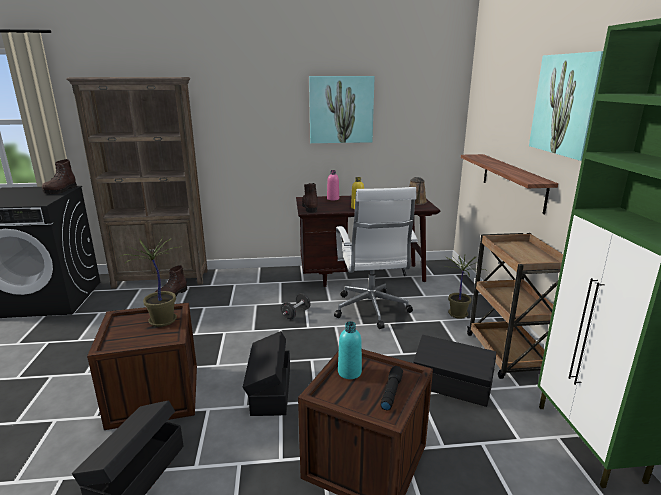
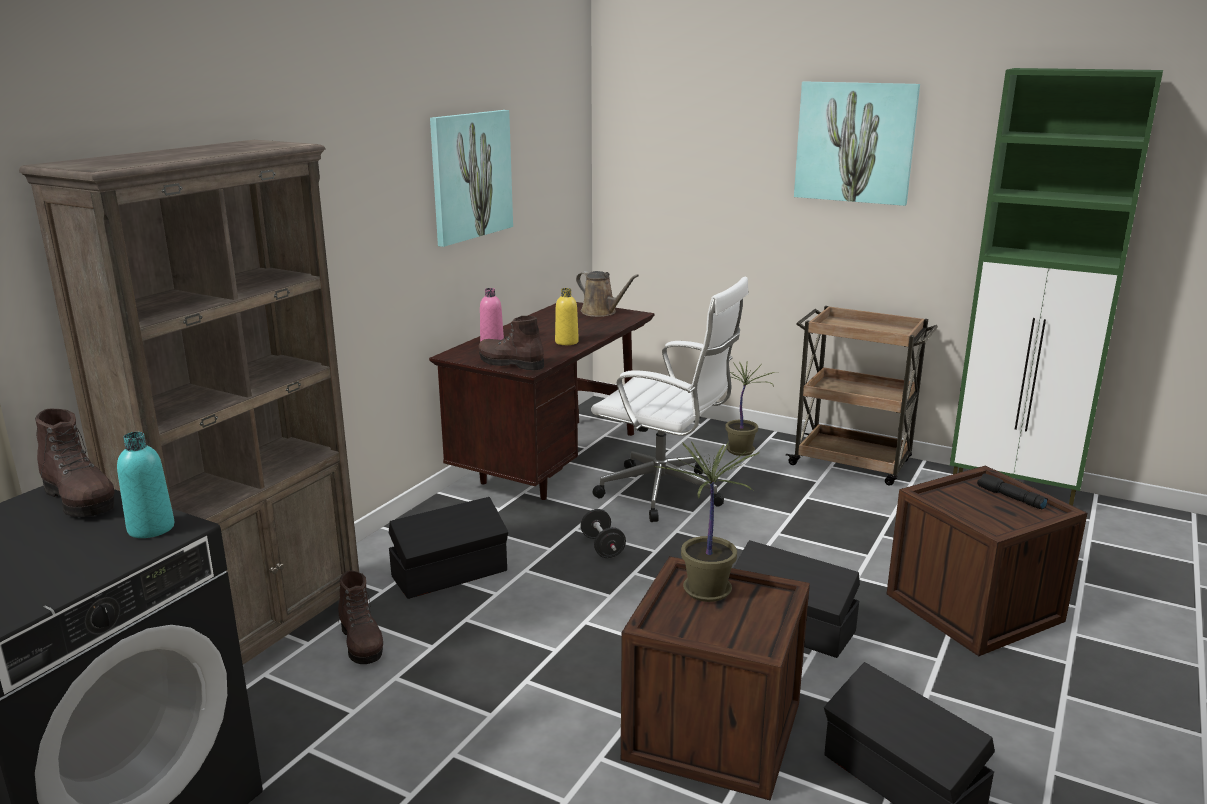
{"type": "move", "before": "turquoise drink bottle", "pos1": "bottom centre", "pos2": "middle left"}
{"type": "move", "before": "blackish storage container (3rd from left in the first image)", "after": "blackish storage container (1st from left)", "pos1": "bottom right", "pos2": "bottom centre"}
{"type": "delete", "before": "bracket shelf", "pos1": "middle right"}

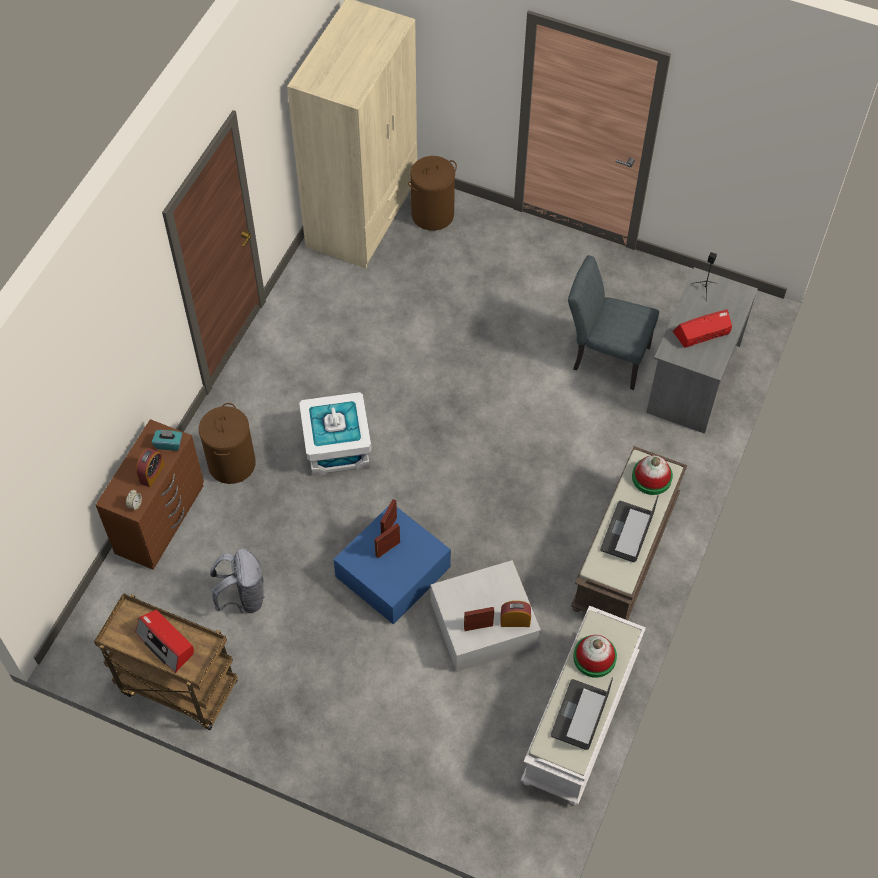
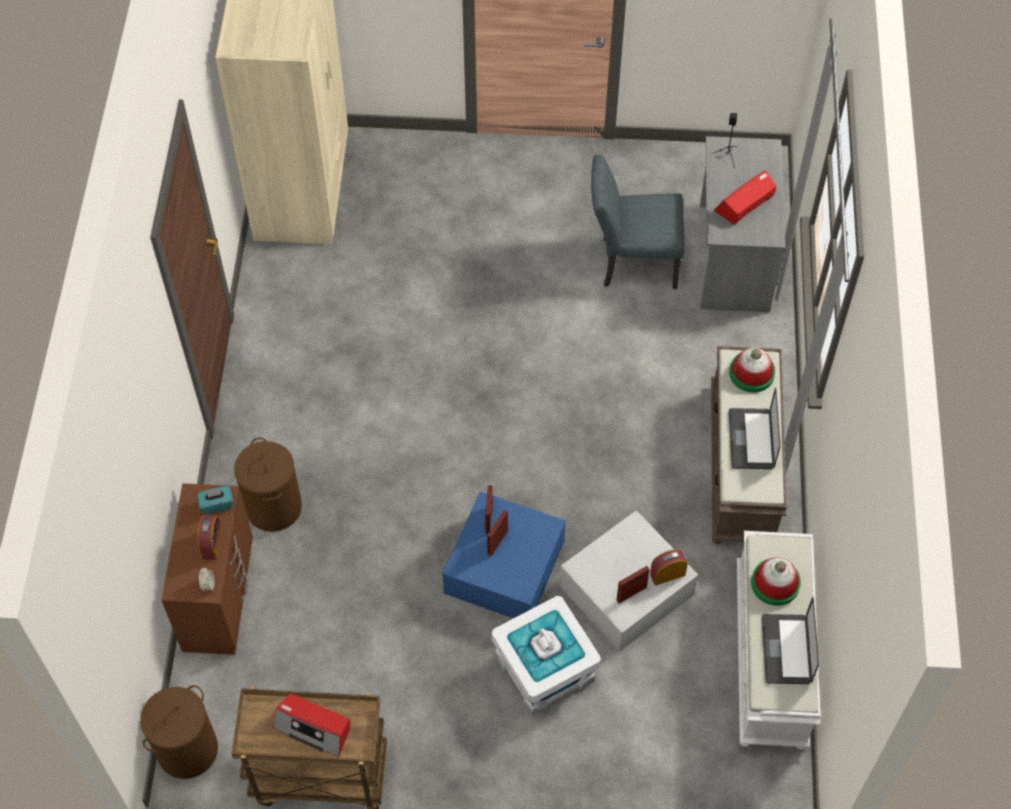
{"type": "move", "before": "brown washing basket (2nd from left in the first image)", "after": "brown washing basket (1st from left)", "pos1": "top centre", "pos2": "bottom left"}
{"type": "move", "before": "whitish storage container (1st from left)", "pos1": "centre", "pos2": "bottom centre"}
{"type": "delete", "before": "greyish knapsack", "pos1": "middle left"}

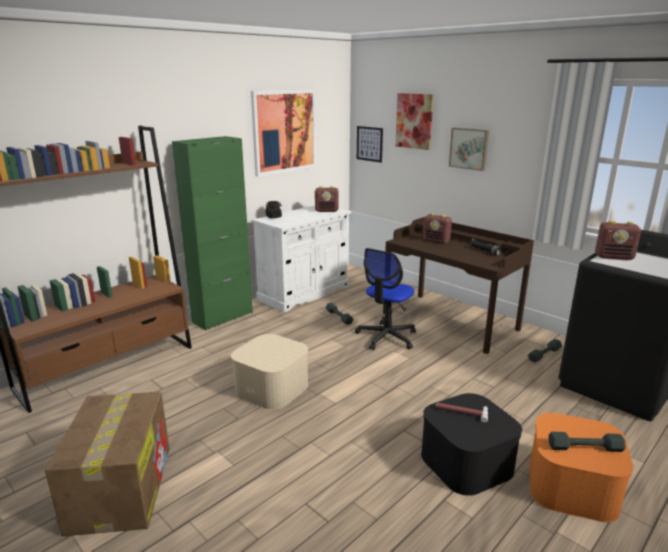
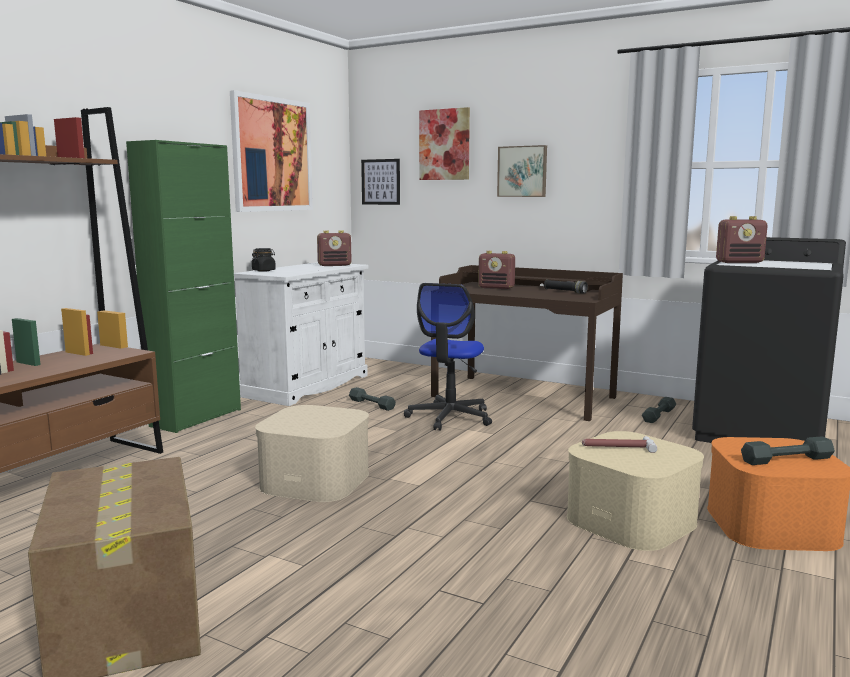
{"type": "recolor", "before": "blackish storage container", "after": "sand-coloured storage container (2nd from left)", "pos1": "bottom right", "pos2": "bottom right"}

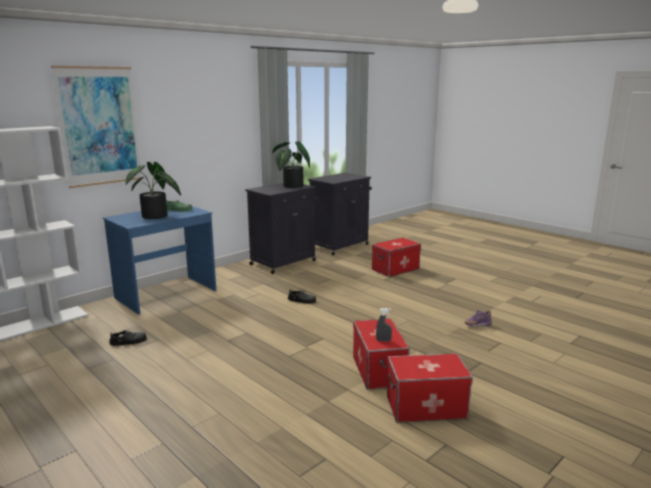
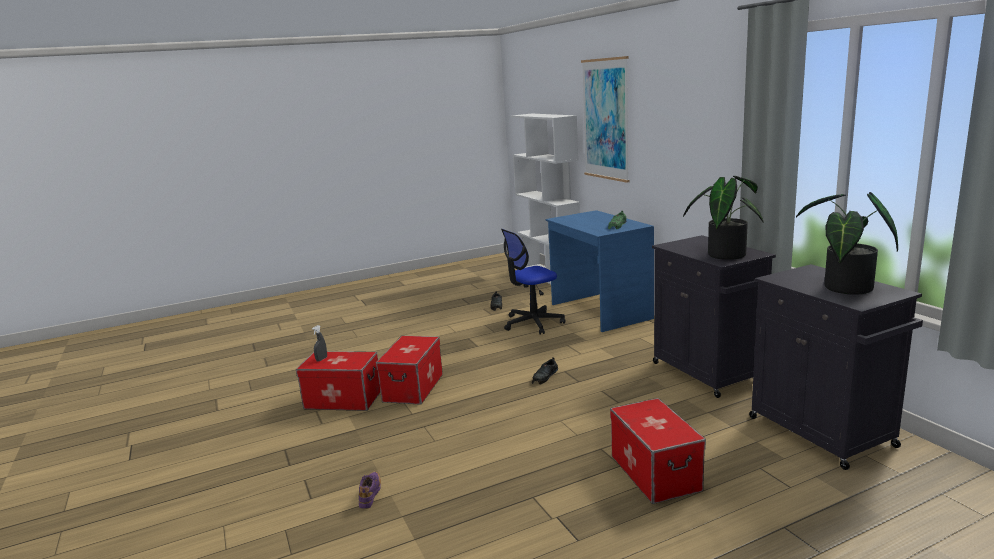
{"type": "move", "before": "storage container (3rd from left in the first image)", "after": "storage container (2nd from left)", "pos1": "bottom centre", "pos2": "centre"}
{"type": "insert", "after": "desk chair", "pos2": "centre"}
{"type": "move", "before": "houseplant (1st from left in the first image)", "after": "houseplant (2nd from left)", "pos1": "middle left", "pos2": "middle right"}

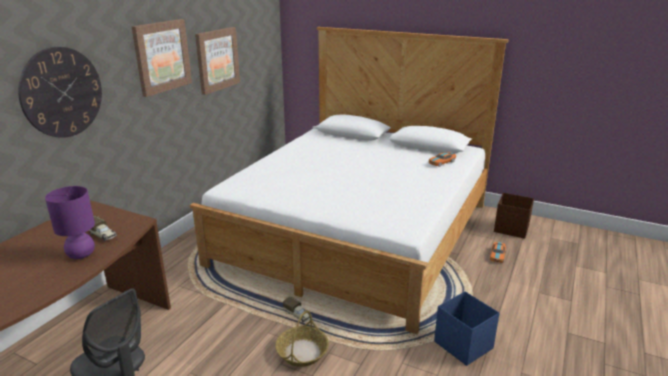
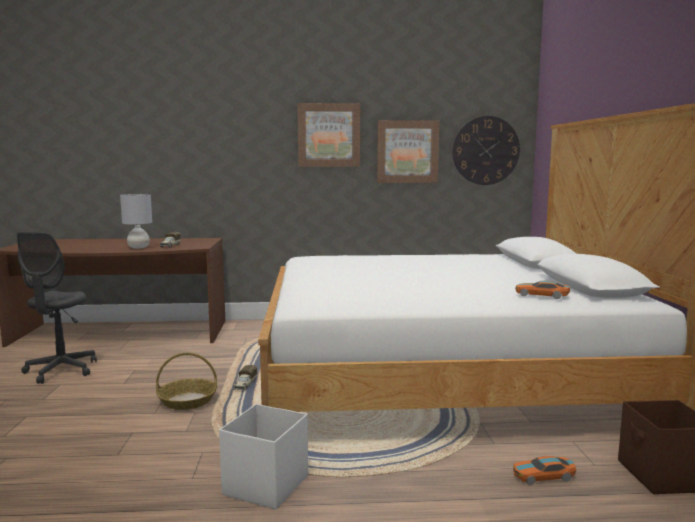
{"type": "recolor", "before": "purplish lamp for a table", "after": "greyish lamp for a table", "pos1": "middle left", "pos2": "middle left"}
{"type": "recolor", "before": "blue storage container", "after": "whitish storage container", "pos1": "bottom right", "pos2": "bottom centre"}
{"type": "move", "before": "wall clock", "pos1": "top left", "pos2": "top right"}

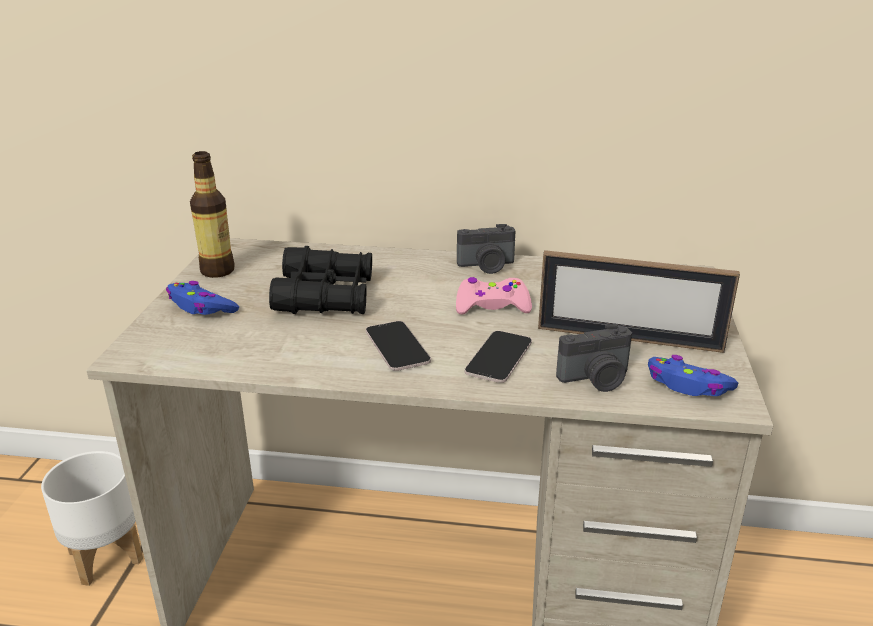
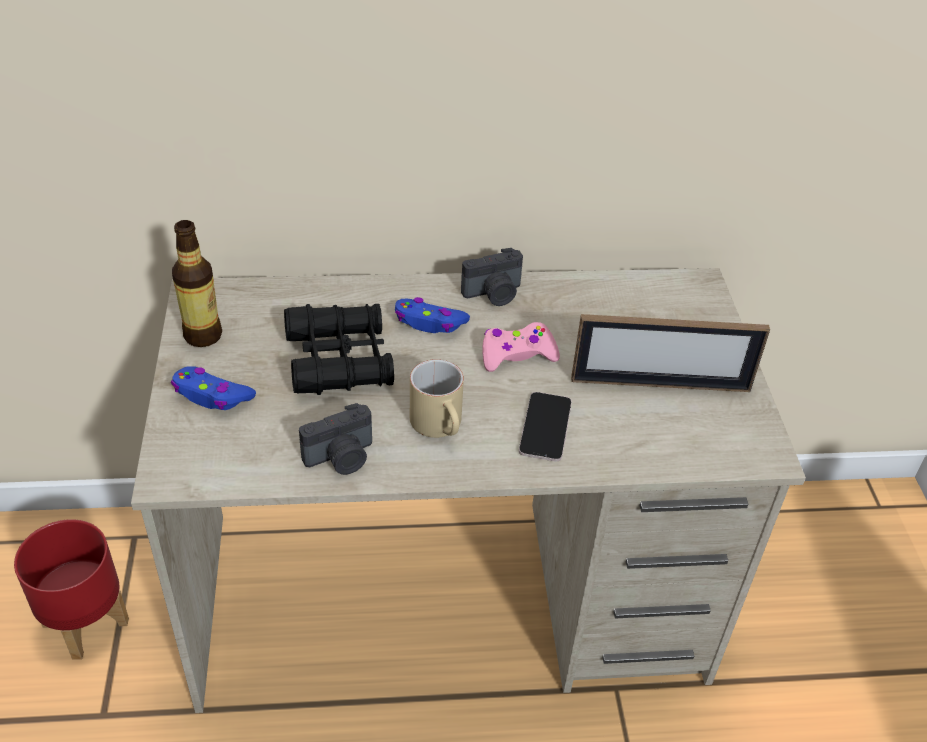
{"type": "recolor", "before": "whitish plant pot", "after": "red-coloured plant pot", "pos1": "bottom left", "pos2": "bottom left"}
{"type": "move", "before": "photo camera (2nd from left in the first image)", "after": "photo camera (1st from left)", "pos1": "middle right", "pos2": "centre"}
{"type": "move", "before": "blue gamepad (2nd from left)", "pos1": "middle right", "pos2": "centre"}
{"type": "replace", "before": "phone (1st from left)", "after": "sand-coloured mug", "pos1": "centre", "pos2": "centre"}

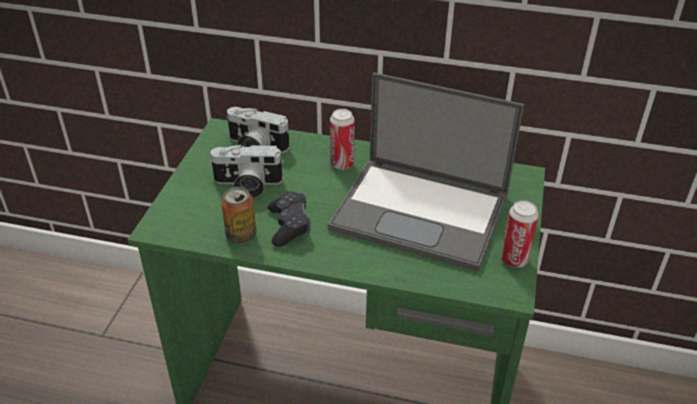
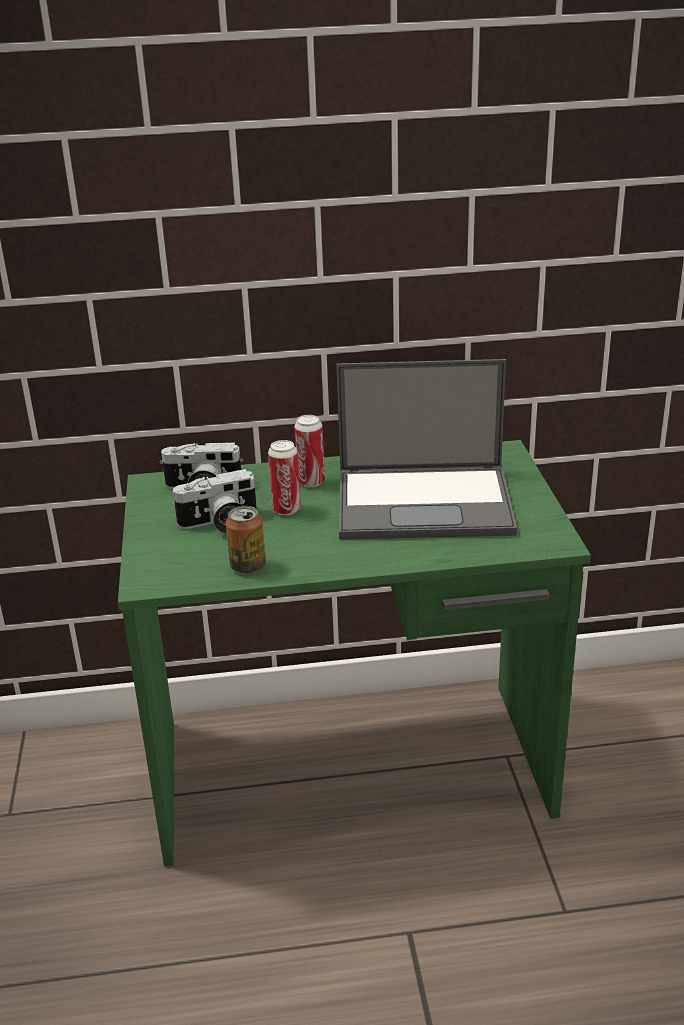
{"type": "move", "before": "can (3rd from left in the first image)", "after": "can (2nd from left)", "pos1": "middle right", "pos2": "centre"}
{"type": "delete", "before": "blackish gamepad", "pos1": "centre"}

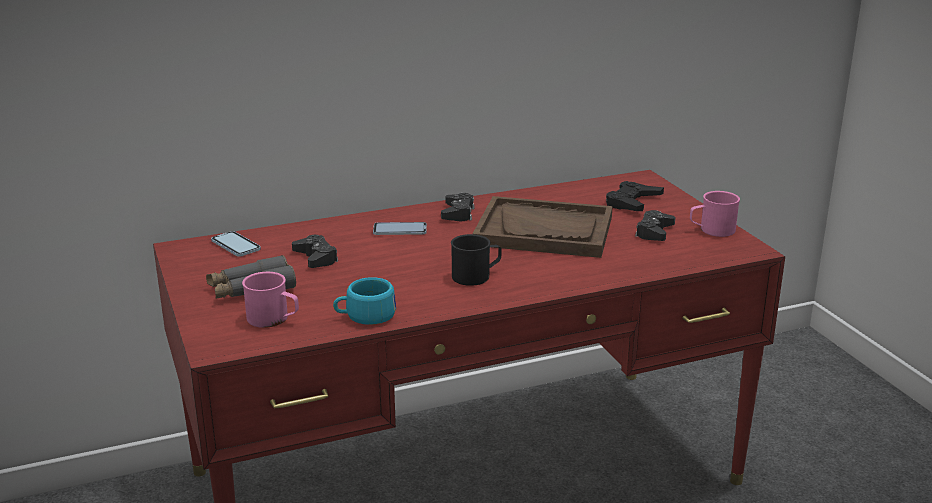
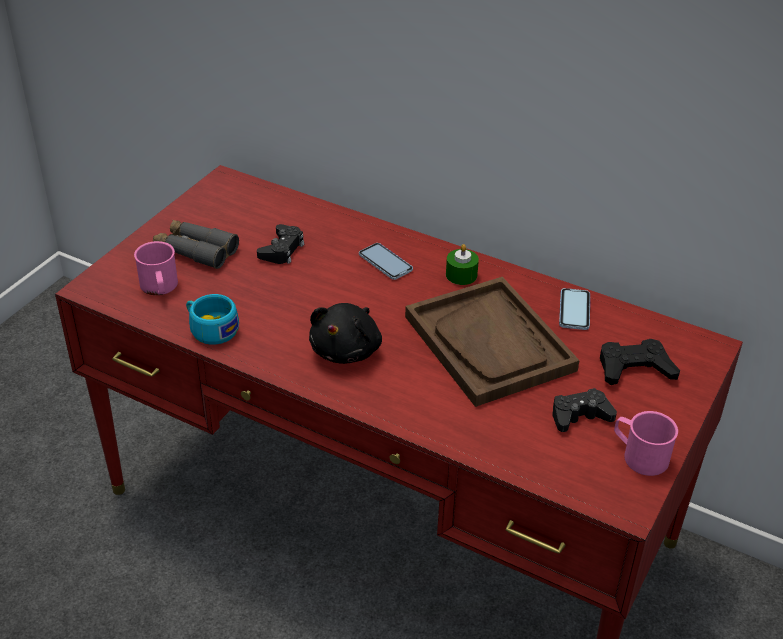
{"type": "replace", "before": "blackish mug", "after": "blackish cuddly toy", "pos1": "centre", "pos2": "centre"}
{"type": "replace", "before": "blackish gamepad (2nd from left)", "after": "green wax light", "pos1": "centre", "pos2": "centre"}
{"type": "move", "before": "phone (1st from left in the first image)", "after": "phone (2nd from left)", "pos1": "middle left", "pos2": "middle right"}

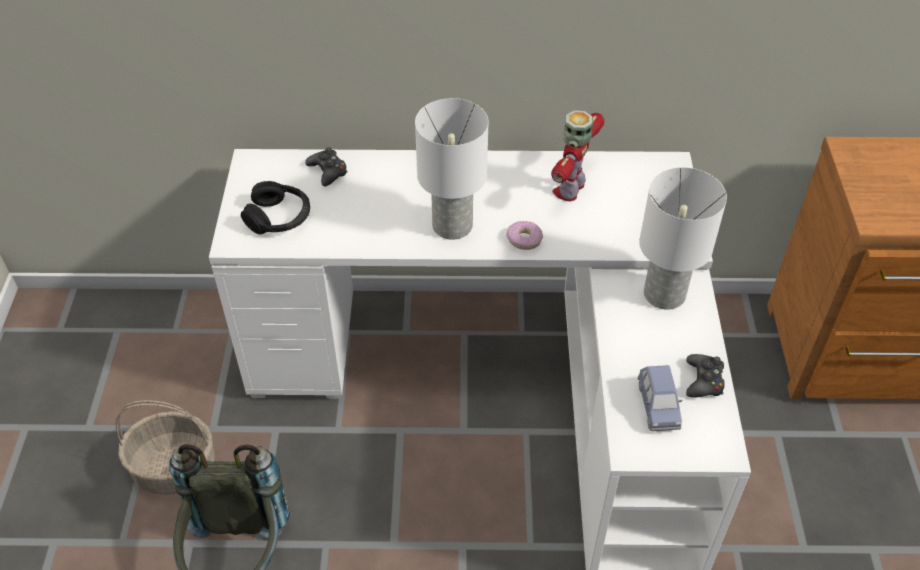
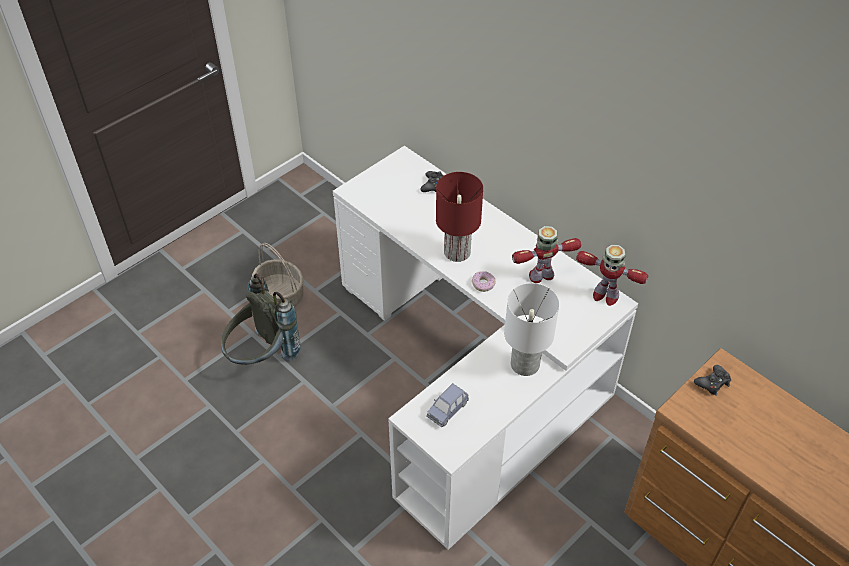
{"type": "recolor", "before": "whitish lamp for a table (1st from left)", "after": "red-coloured lamp for a table", "pos1": "top centre", "pos2": "centre"}
{"type": "insert", "after": "toy robot (2nd from left)", "pos2": "middle right"}
{"type": "move", "before": "blackish gamepad (2nd from left)", "pos1": "middle right", "pos2": "bottom right"}
{"type": "delete", "before": "blackish headphones", "pos1": "middle left"}

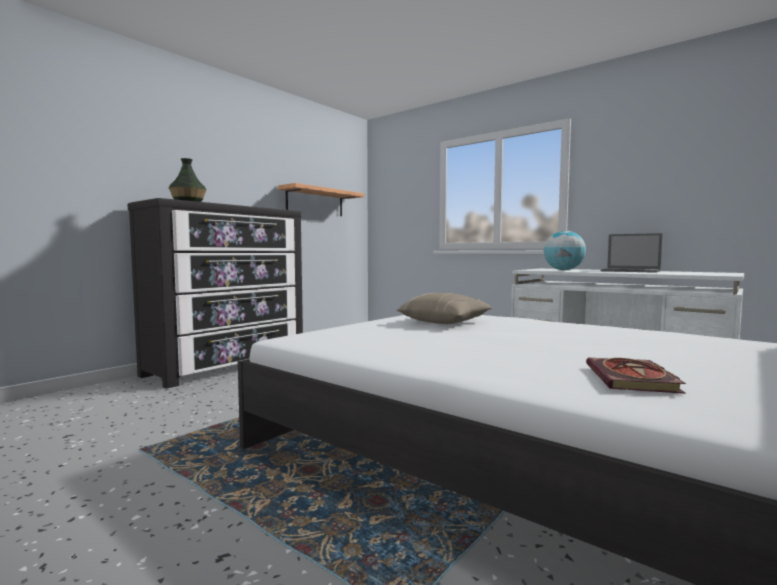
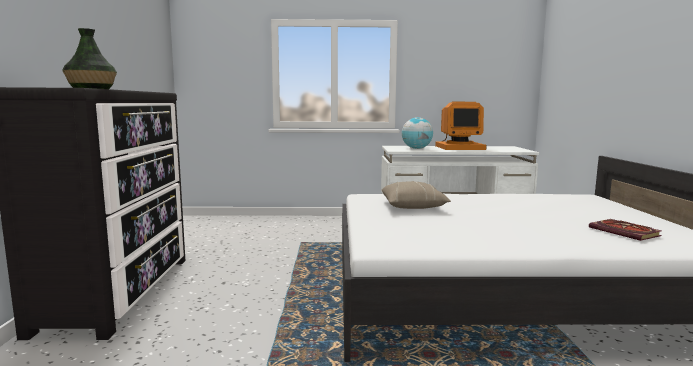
{"type": "replace", "before": "notebook computer", "after": "computer display", "pos1": "middle right", "pos2": "centre"}
{"type": "delete", "before": "bracket shelf", "pos1": "centre"}

